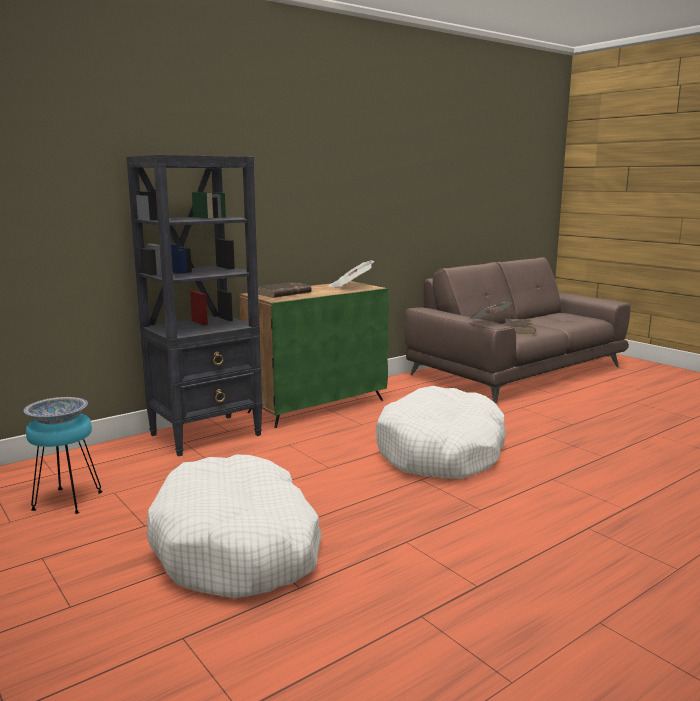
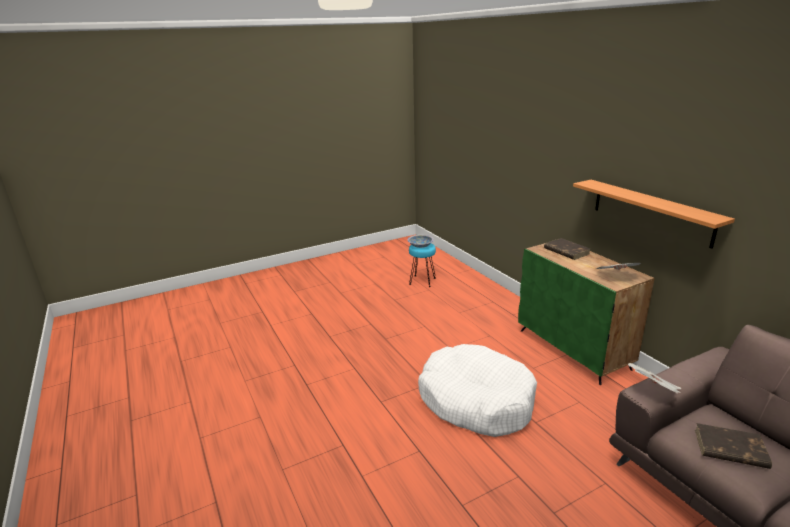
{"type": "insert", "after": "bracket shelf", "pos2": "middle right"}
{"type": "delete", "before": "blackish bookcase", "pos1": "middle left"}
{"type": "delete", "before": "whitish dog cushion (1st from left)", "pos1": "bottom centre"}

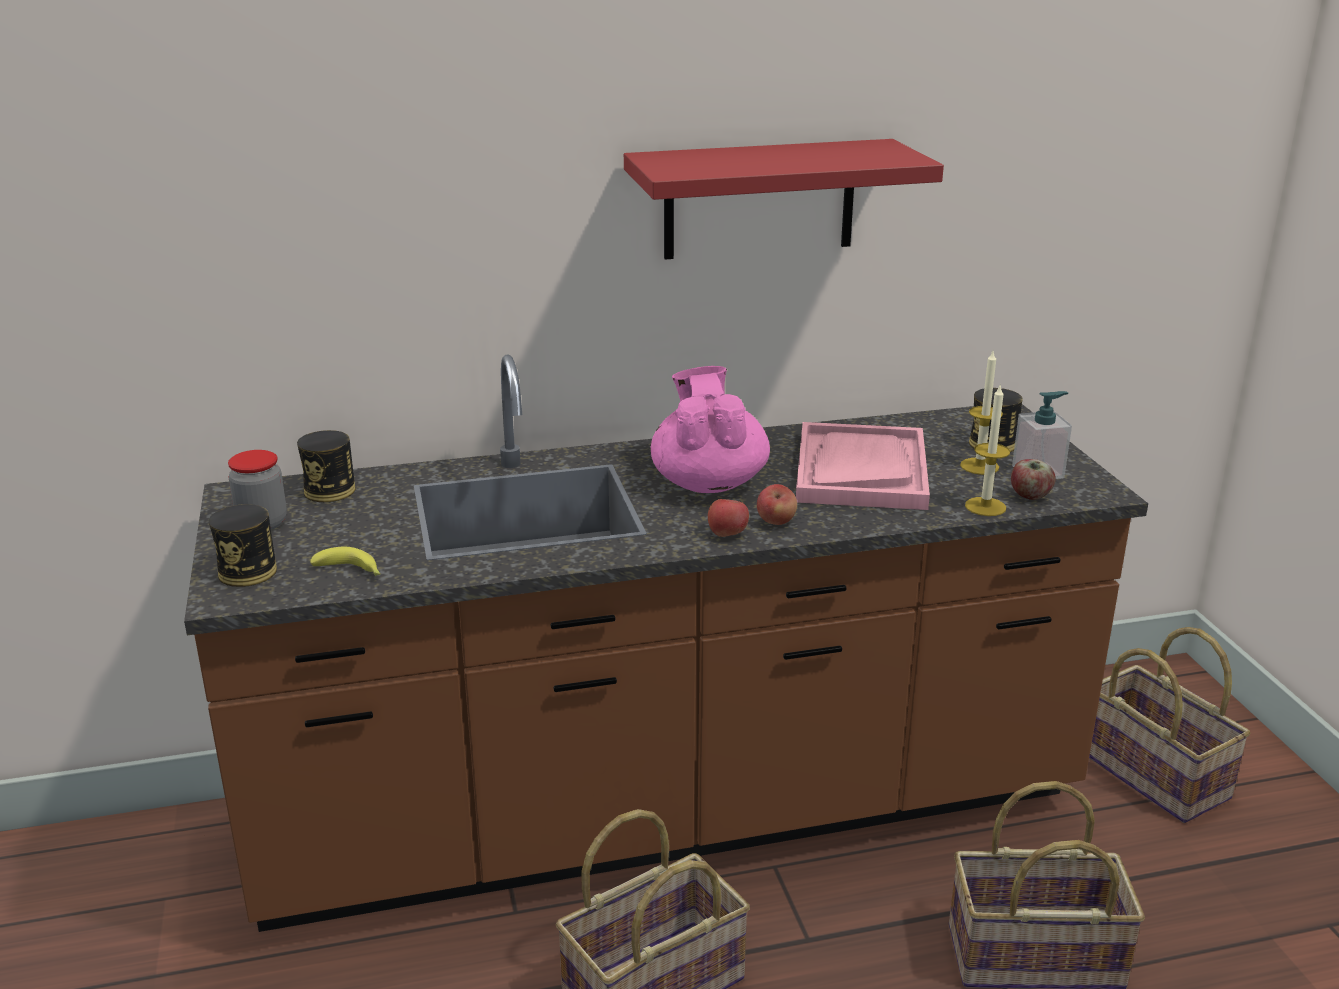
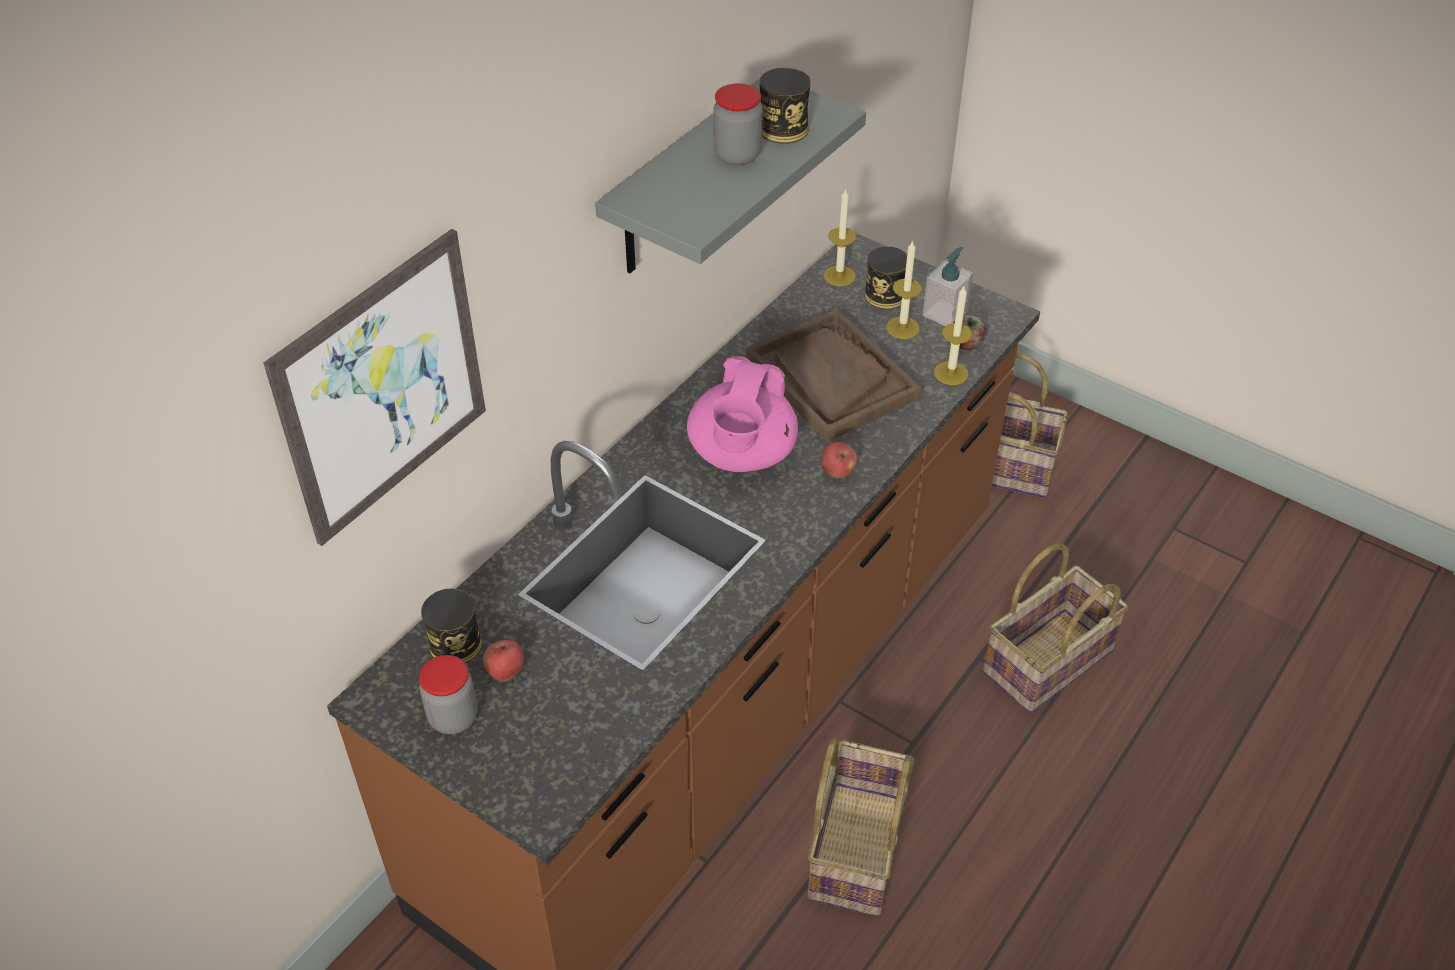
{"type": "insert", "after": "wall art", "pos2": "middle left"}
{"type": "move", "before": "whole apple (1st from left)", "pos1": "centre", "pos2": "bottom centre"}
{"type": "recolor", "before": "red-coloured bracket shelf", "after": "greyish bracket shelf", "pos1": "top centre", "pos2": "top centre"}
{"type": "rotate", "before": "pinkish tea pot", "pos1": "centre", "pos2": "centre", "turn": -120}
{"type": "insert", "after": "preserve jar (2nd from left)", "pos2": "top centre"}
{"type": "recolor", "before": "pinkish tray", "after": "brown tray", "pos1": "centre", "pos2": "centre"}
{"type": "move", "before": "can (1st from left in the first image)", "after": "can (2nd from left)", "pos1": "middle left", "pos2": "top centre"}
{"type": "insert", "after": "wax light (1st from left)", "pos2": "top centre"}
{"type": "delete", "before": "whole banana", "pos1": "middle left"}

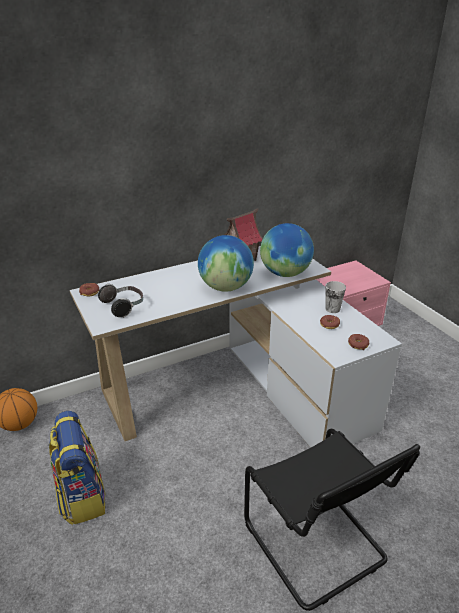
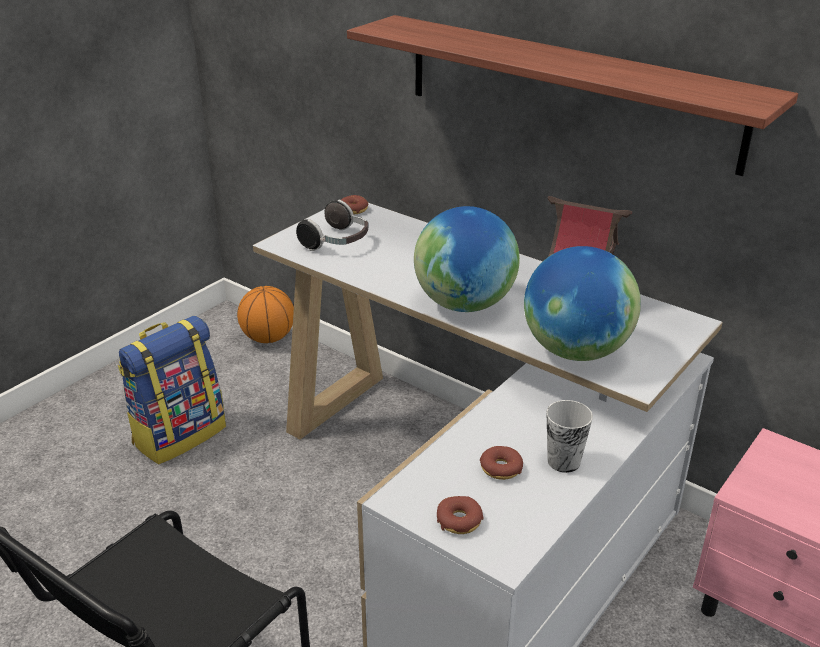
{"type": "insert", "after": "bracket shelf", "pos2": "top right"}

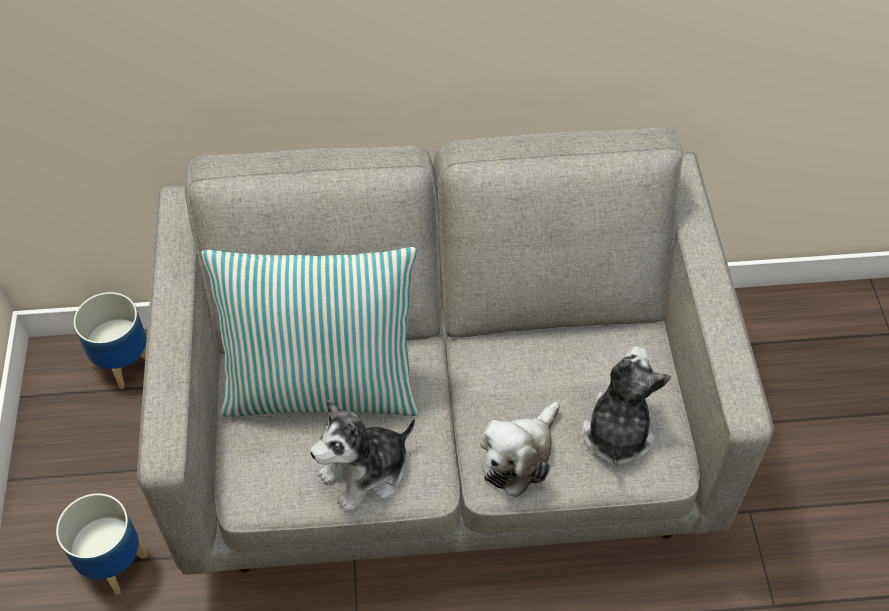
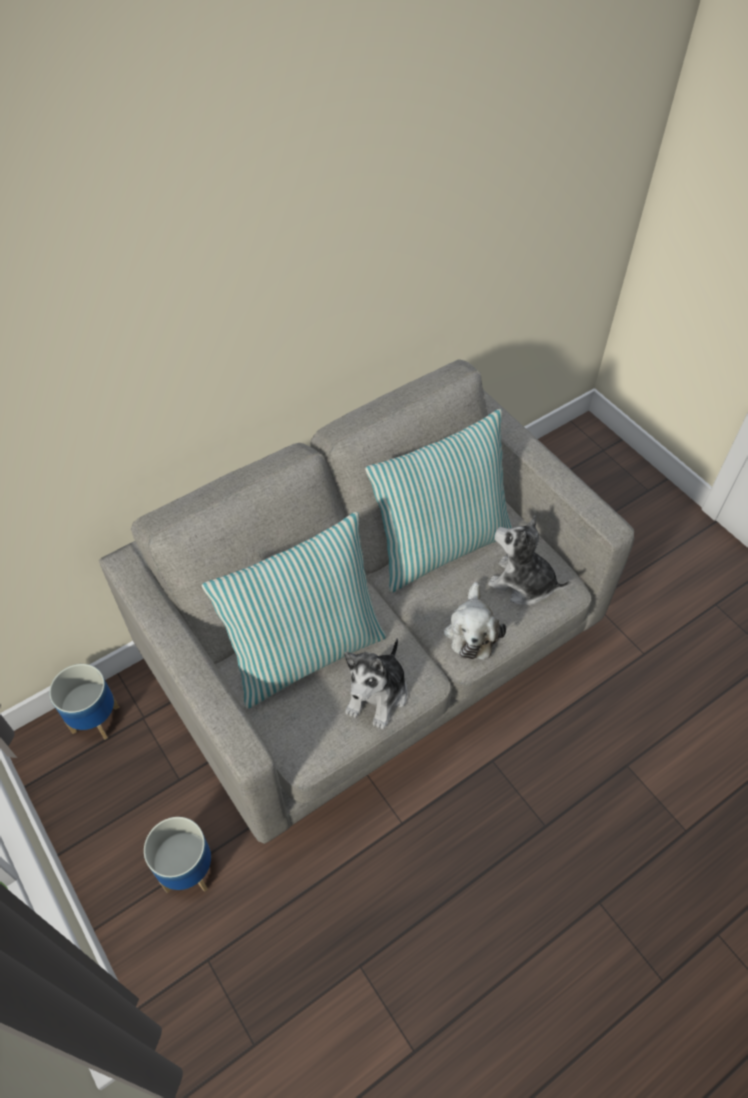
{"type": "insert", "after": "throw pillow (2nd from left)", "pos2": "centre"}
{"type": "rotate", "before": "cuddly toy (3rd from left)", "pos1": "middle right", "pos2": "middle right", "turn": -45}

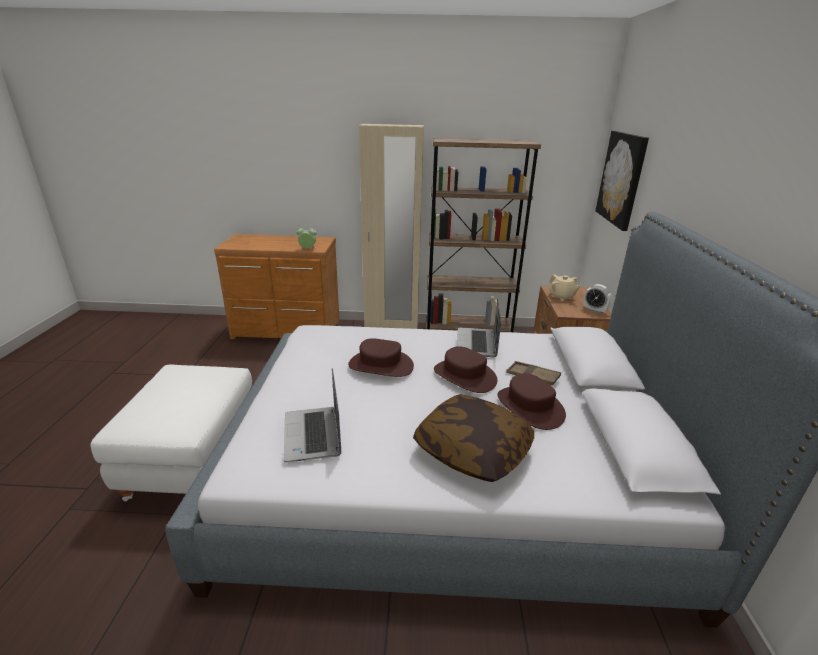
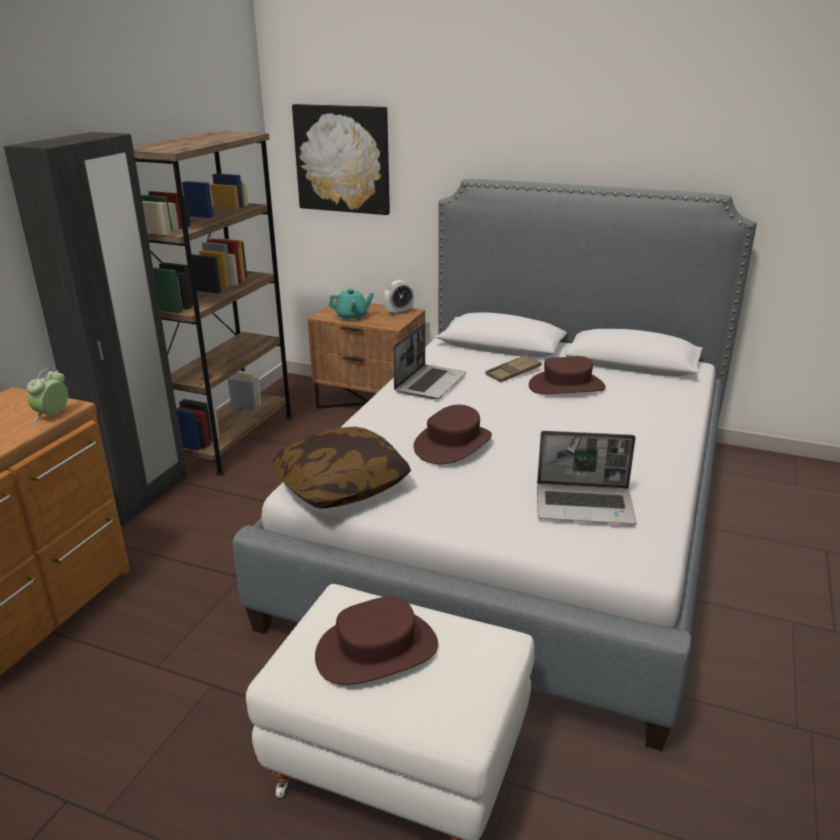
{"type": "recolor", "before": "sand-coloured clothes cupboard", "after": "blackish clothes cupboard", "pos1": "centre", "pos2": "middle left"}
{"type": "move", "before": "throw pillow", "pos1": "bottom centre", "pos2": "centre"}
{"type": "move", "before": "brown hat (2nd from left in the first image)", "after": "brown hat (1st from left)", "pos1": "centre", "pos2": "bottom centre"}
{"type": "recolor", "before": "sand-coloured tea pot", "after": "turquoise tea pot", "pos1": "middle right", "pos2": "centre"}
{"type": "rotate", "before": "notebook computer (2nd from left in the first image)", "pos1": "centre", "pos2": "centre", "turn": -90}

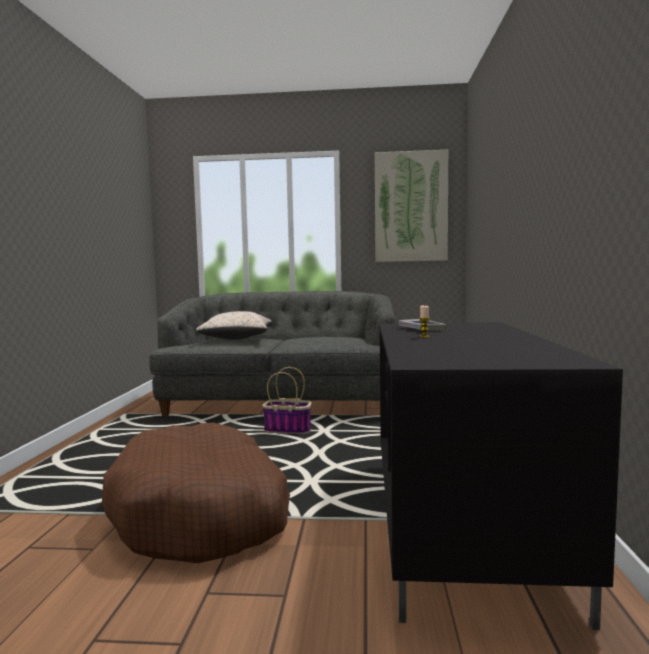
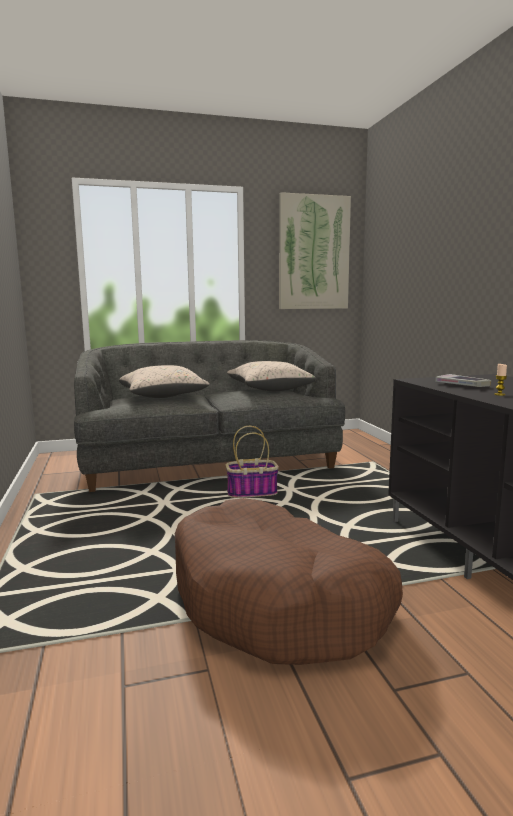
{"type": "insert", "after": "sand-coloured throw pillow (2nd from left)", "pos2": "centre"}

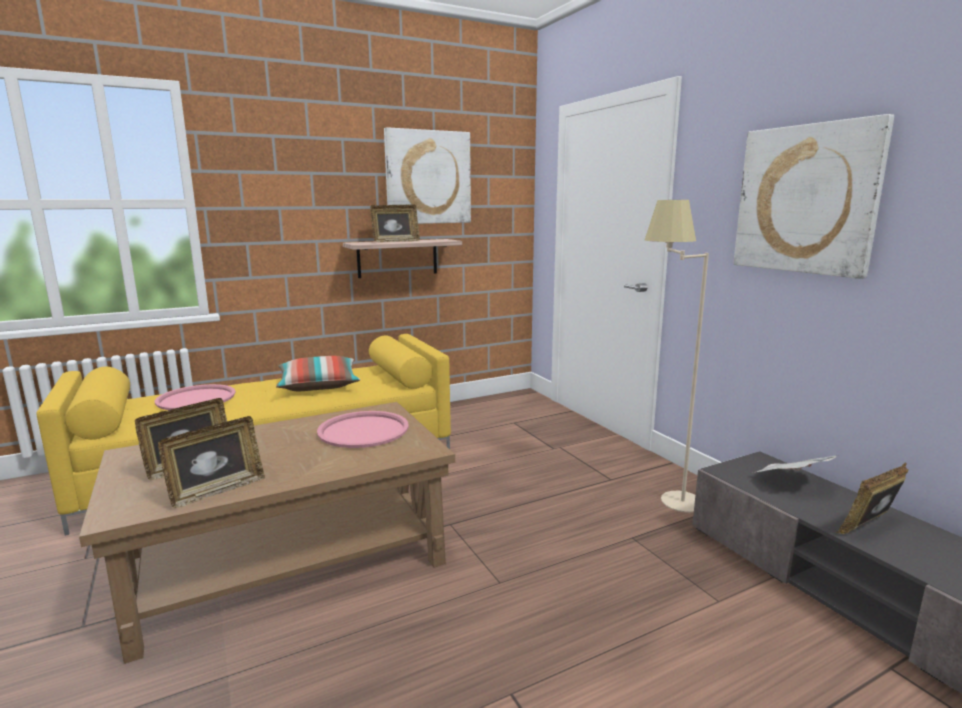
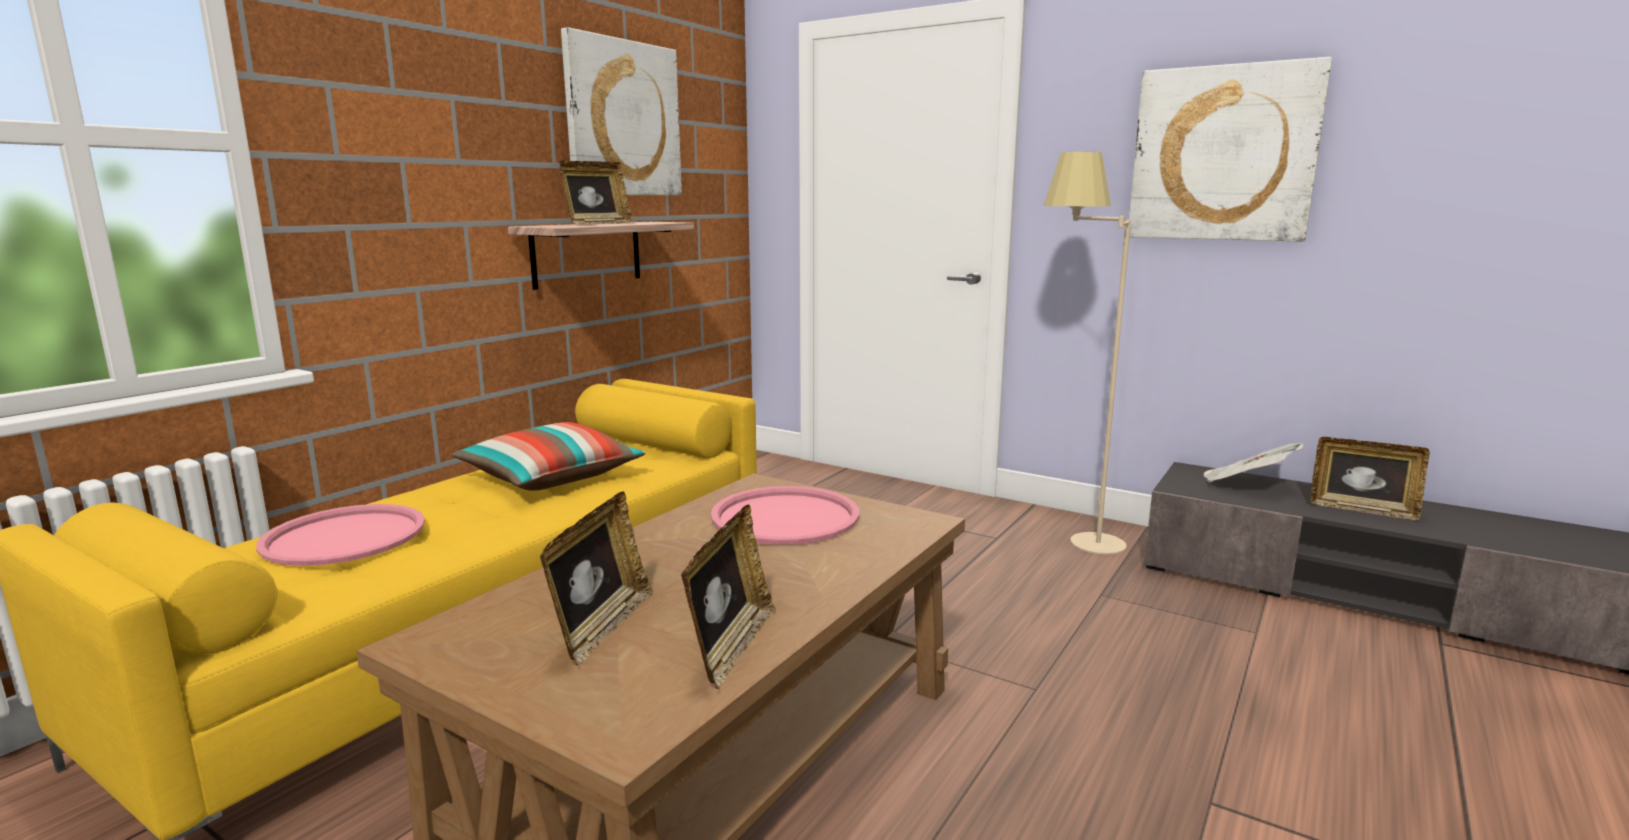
{"type": "rotate", "before": "picture frame (4th from left)", "pos1": "bottom right", "pos2": "middle right", "turn": -90}

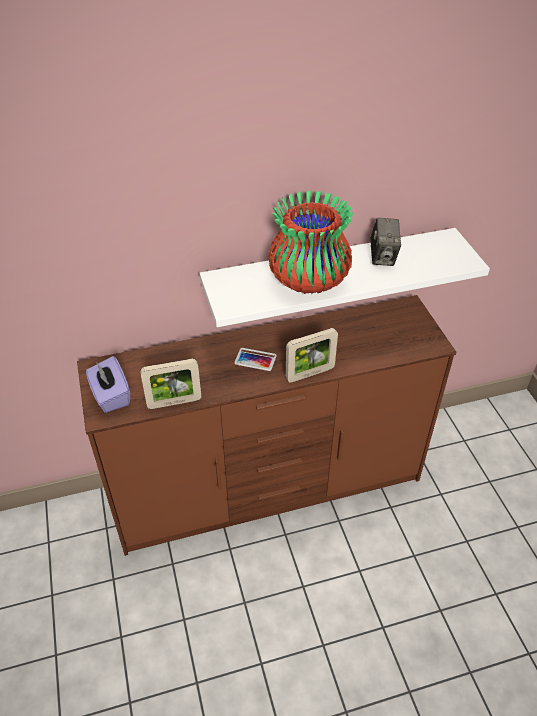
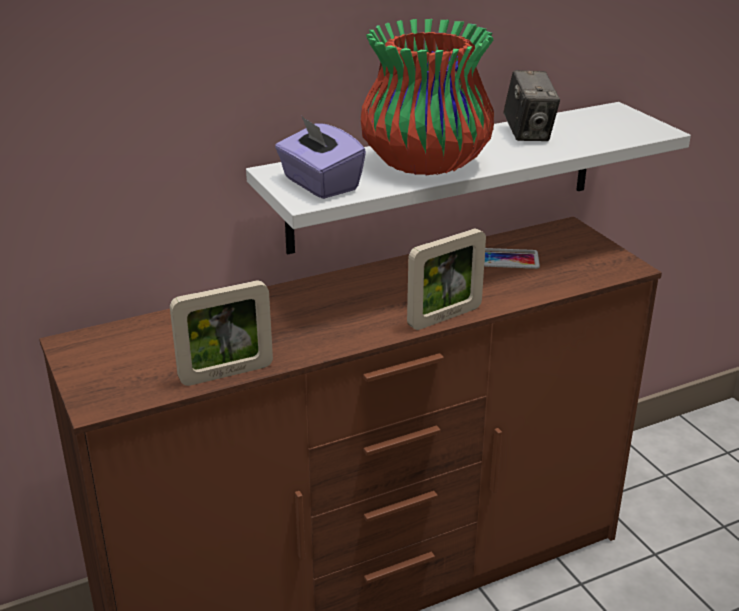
{"type": "move", "before": "purplish tissue box", "pos1": "middle left", "pos2": "top centre"}
{"type": "move", "before": "phone", "pos1": "centre", "pos2": "middle right"}

